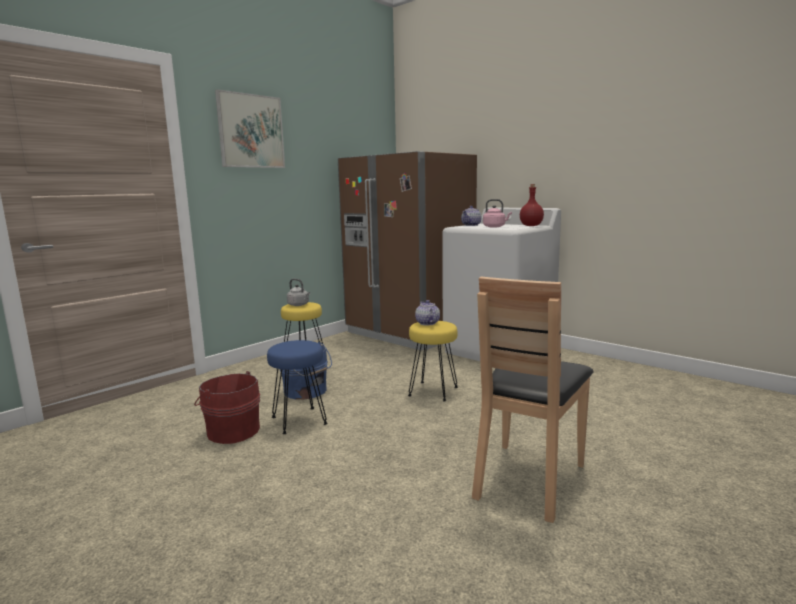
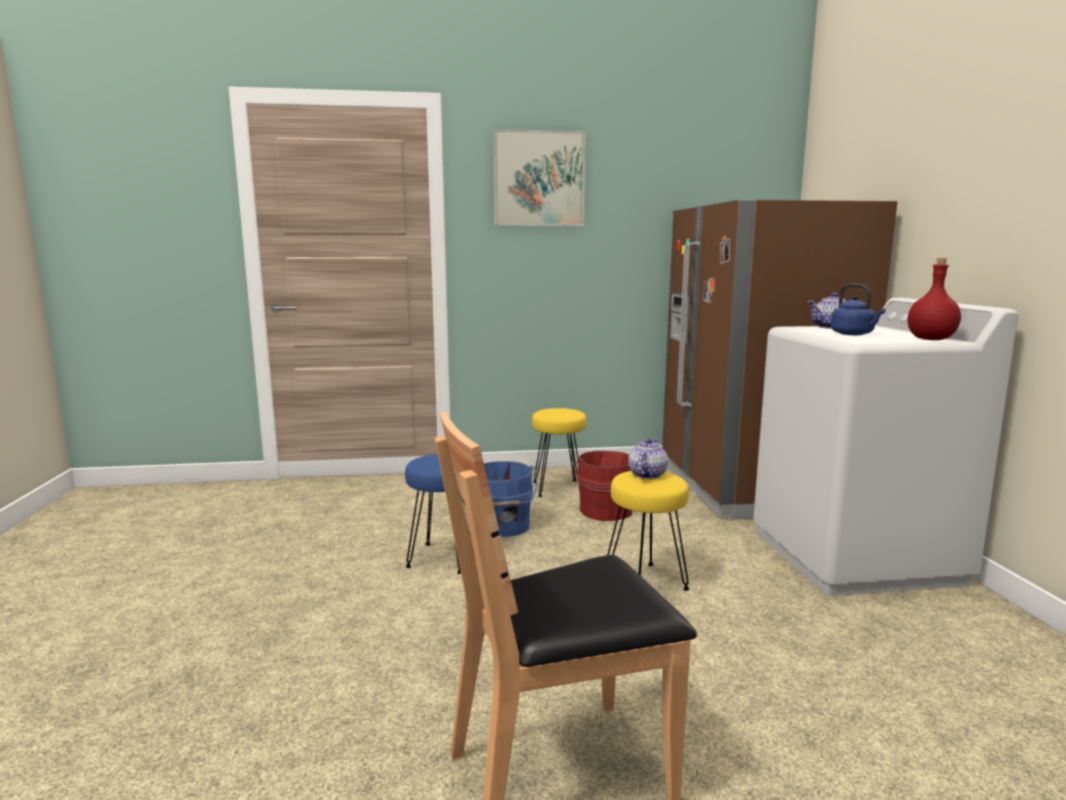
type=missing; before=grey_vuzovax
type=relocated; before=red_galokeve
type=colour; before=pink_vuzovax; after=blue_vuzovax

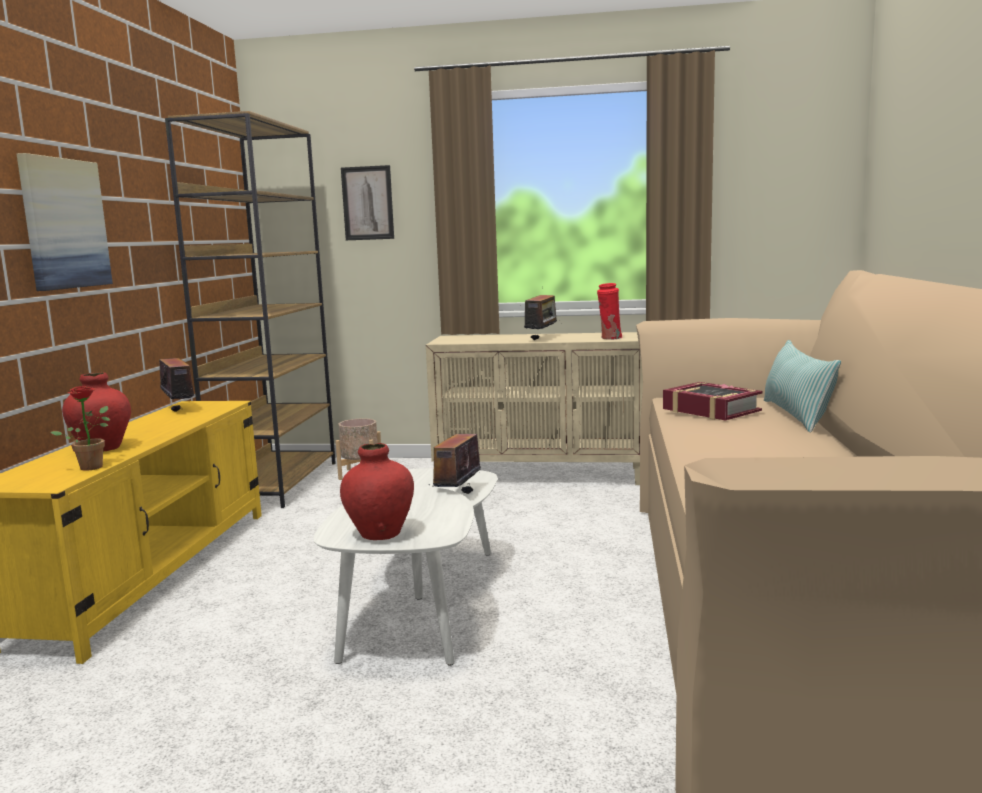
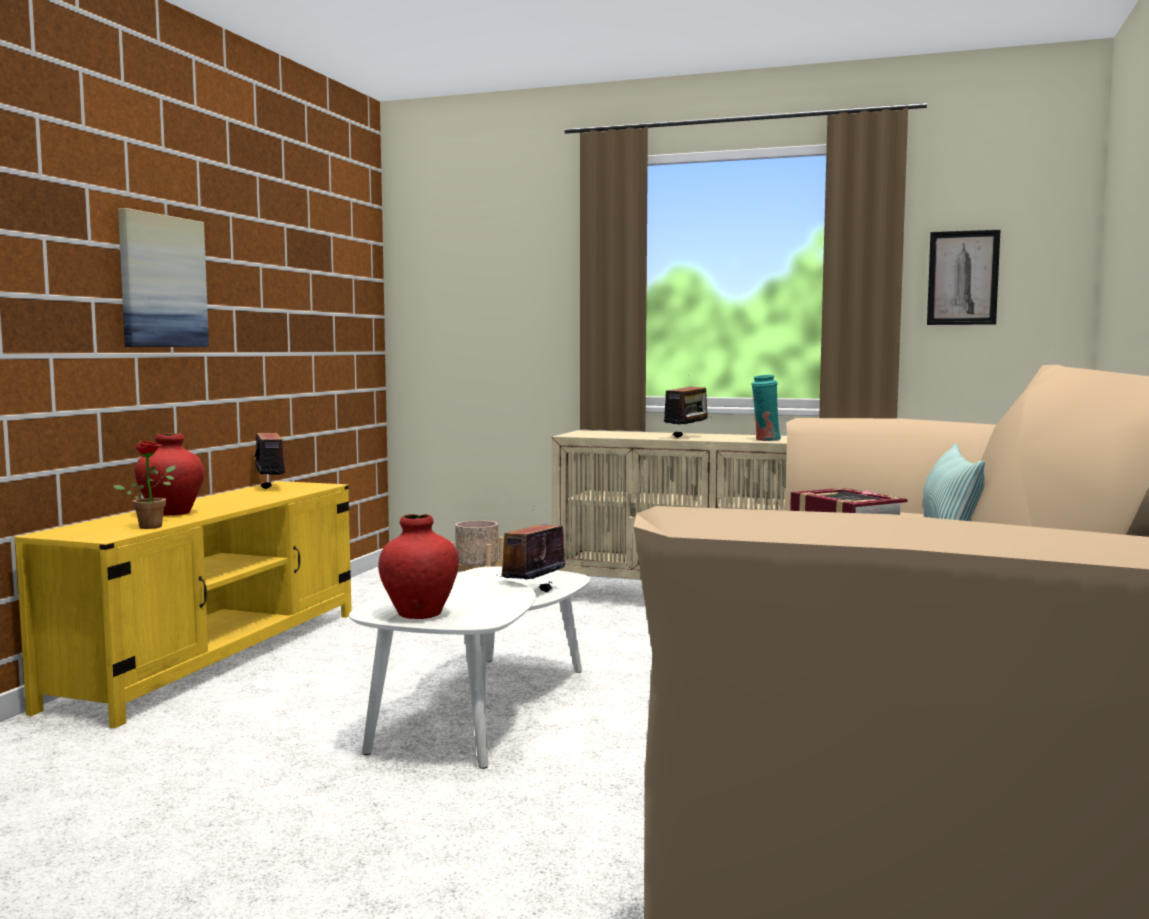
type=missing; before=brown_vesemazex
type=relocated; before=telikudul (no. 2 from left)
type=colour; before=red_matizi (no. 3 from left); after=turquoise_matizi

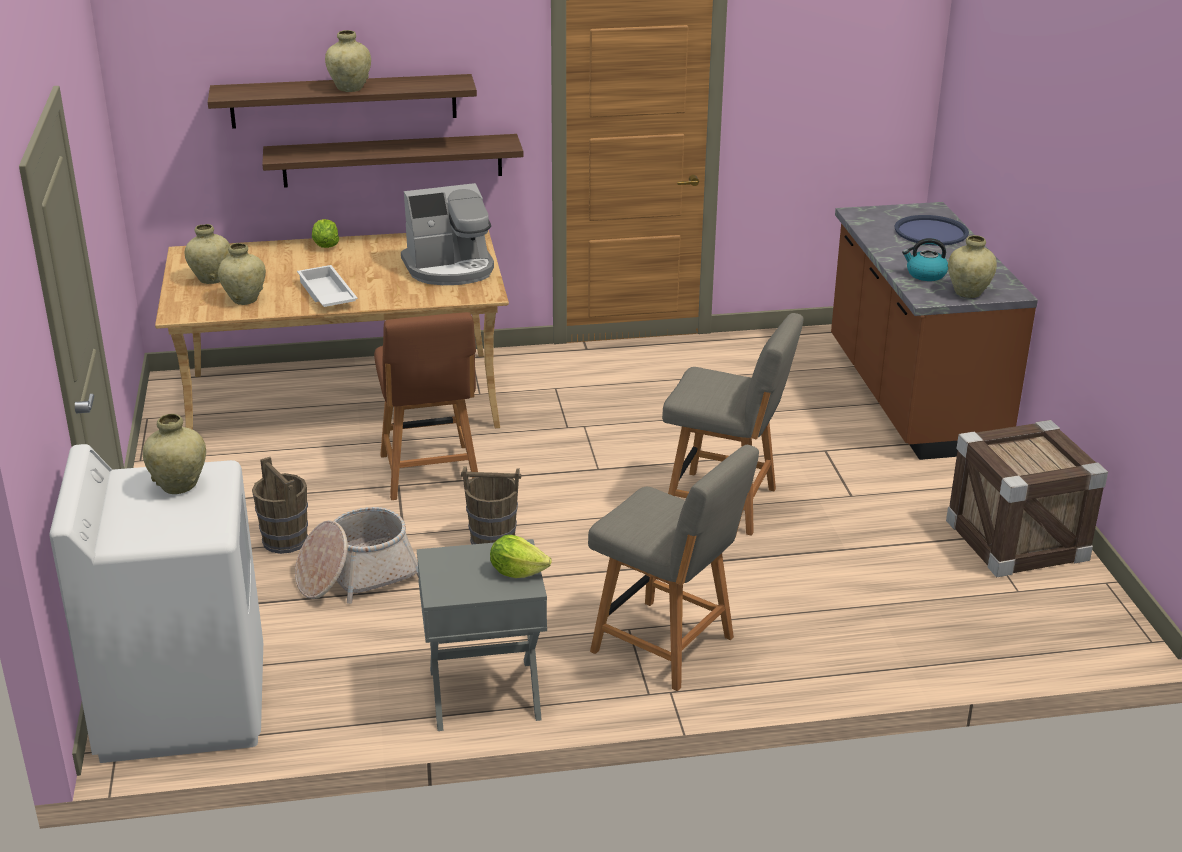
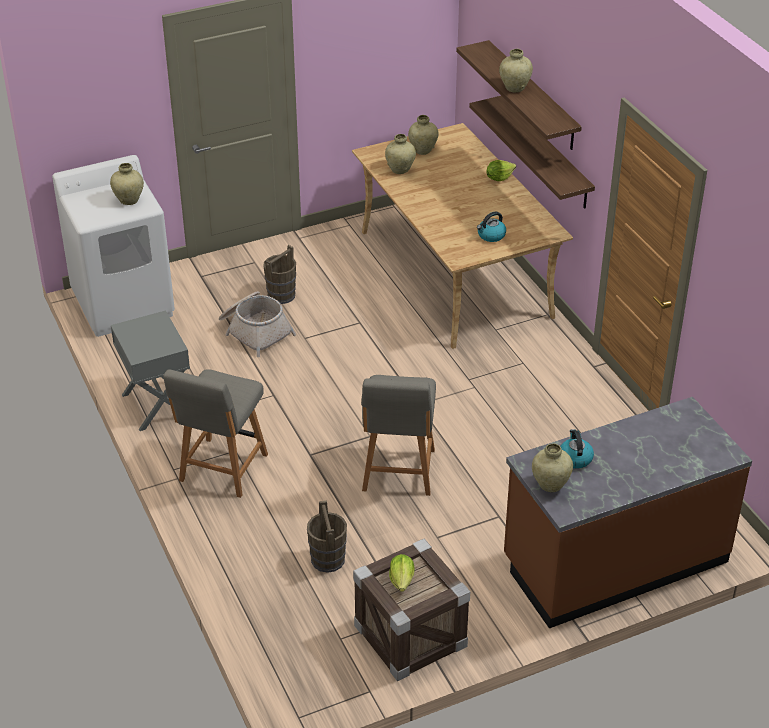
type=missing; before=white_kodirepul
type=missing; before=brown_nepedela
type=missing; before=blue_kodirepul
type=relocated; before=brown_galokeve (no. 2 from left)
type=relocated; before=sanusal (no. 2 from left in the first image); after=sanusal (no. 1 from left)
type=exchanged; before=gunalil; after=vuzovax (no. 1 from left)

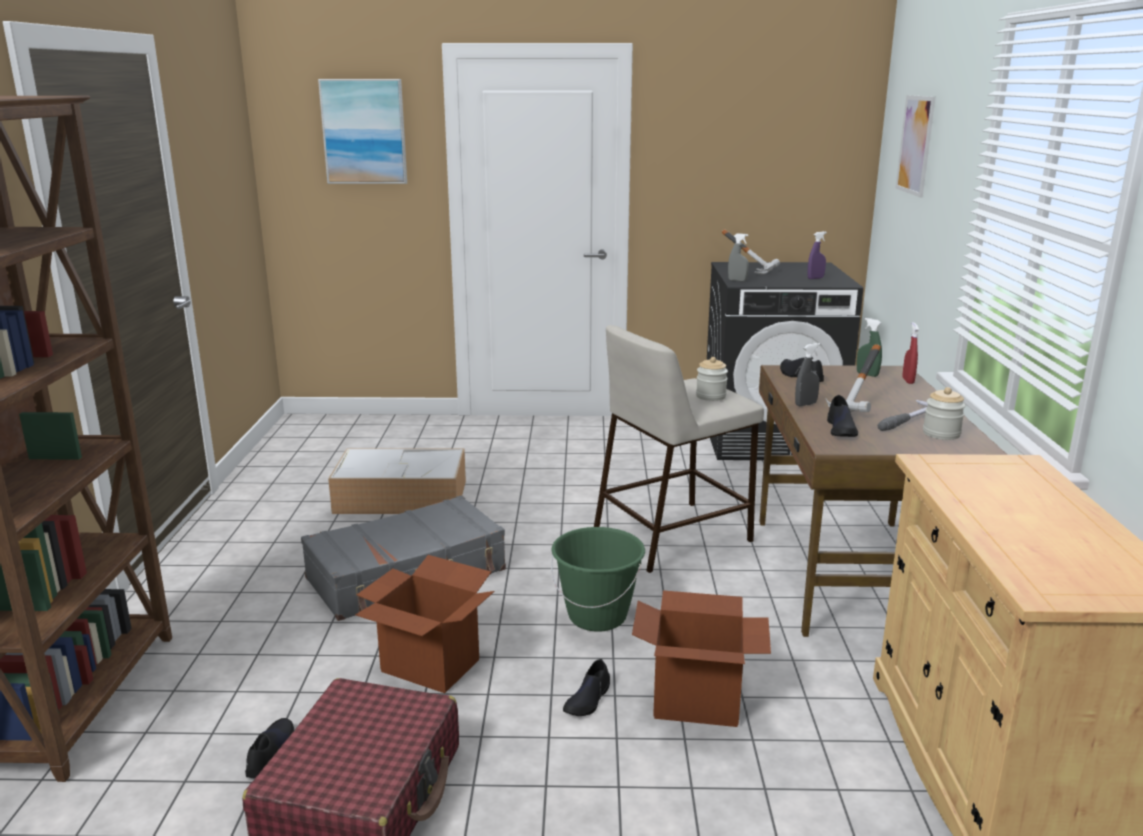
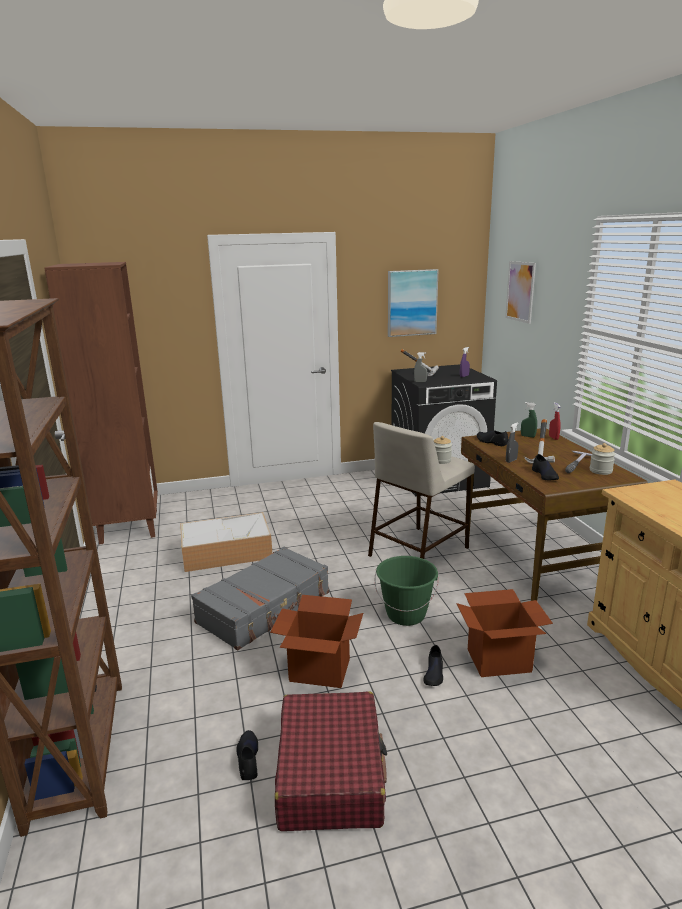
type=appeared; after=brown_vesemazex (no. 2 from left)
type=relocated; before=telikudul (no. 1 from left)

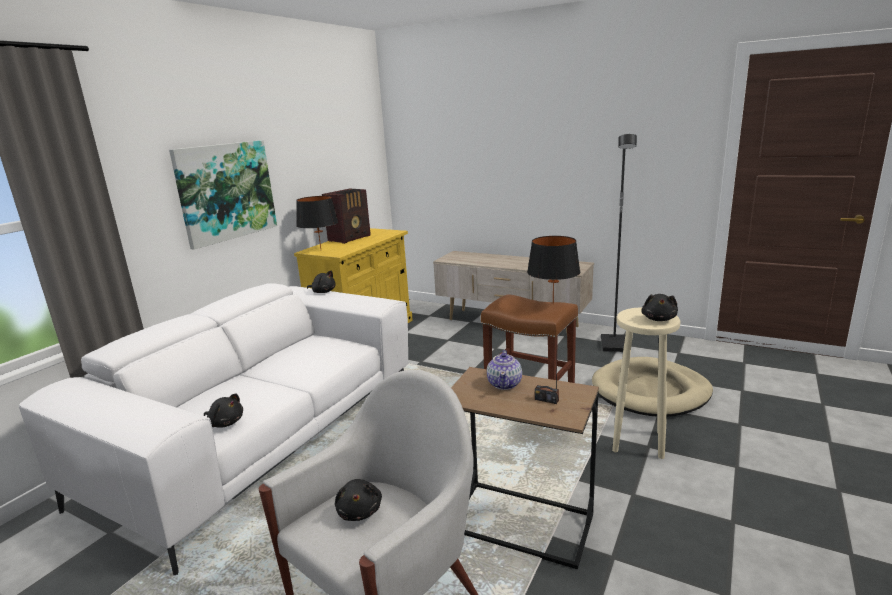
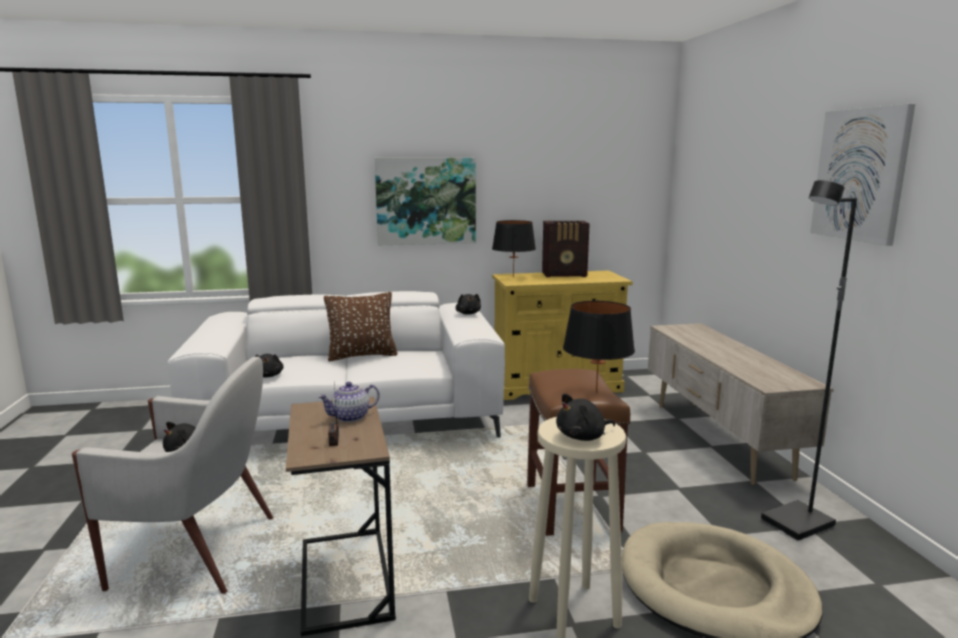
type=appeared; after=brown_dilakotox
type=appeared; after=telikudul (no. 2 from left)

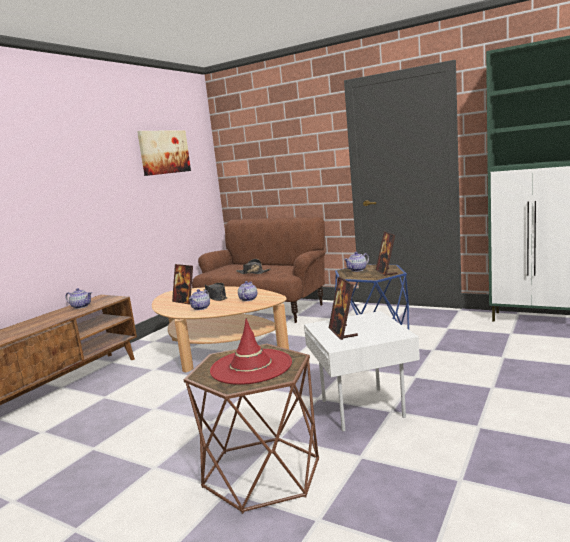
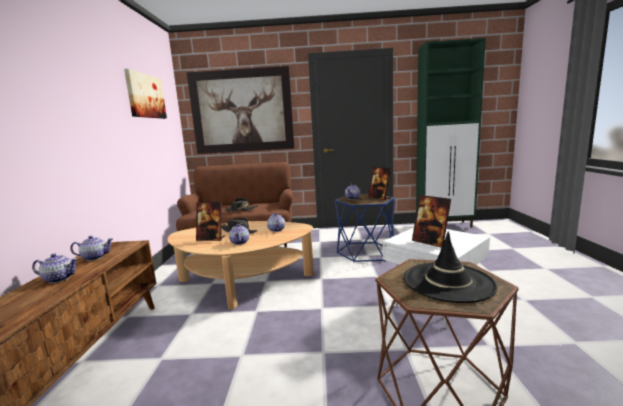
type=appeared; after=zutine (no. 1 from left)
type=appeared; after=telikudul (no. 2 from left)
type=colour; before=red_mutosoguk; after=black_mutosoguk (no. 3 from left)

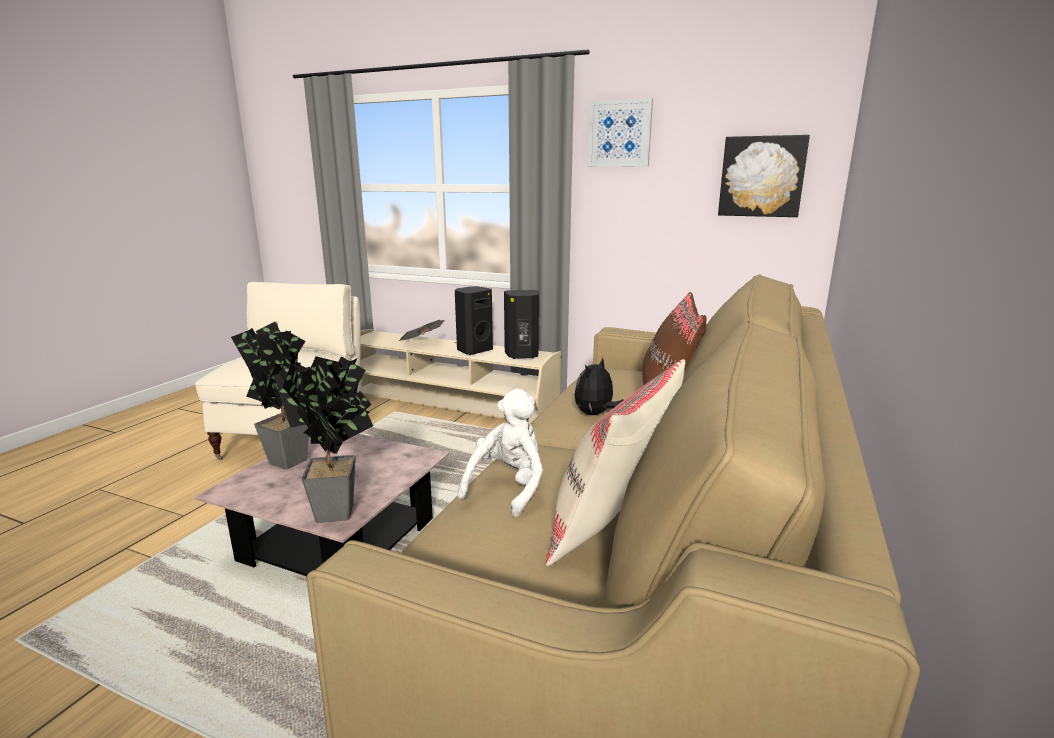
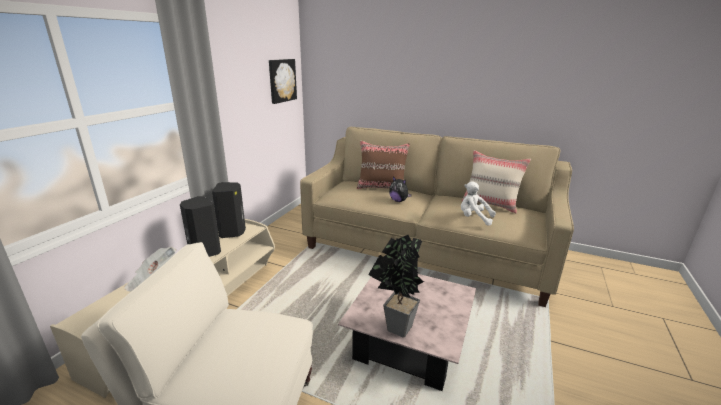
type=missing; before=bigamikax (no. 2 from left)
type=missing; before=telikudul (no. 1 from left)

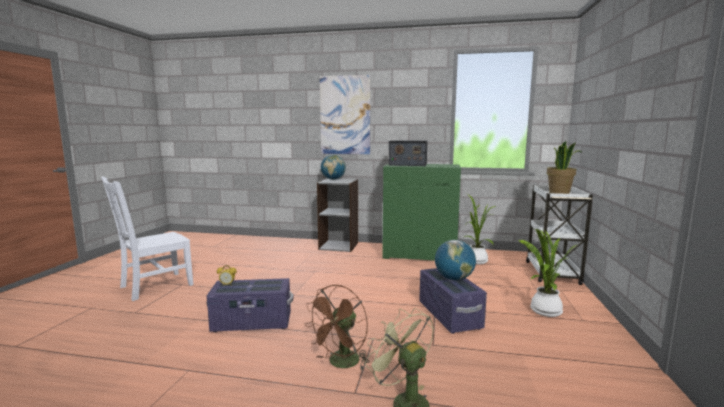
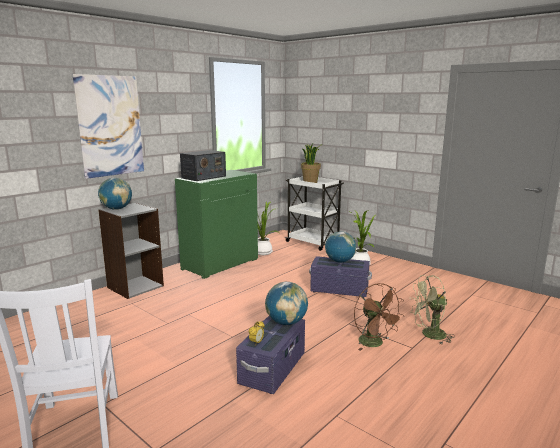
type=appeared; after=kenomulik (no. 2 from left)

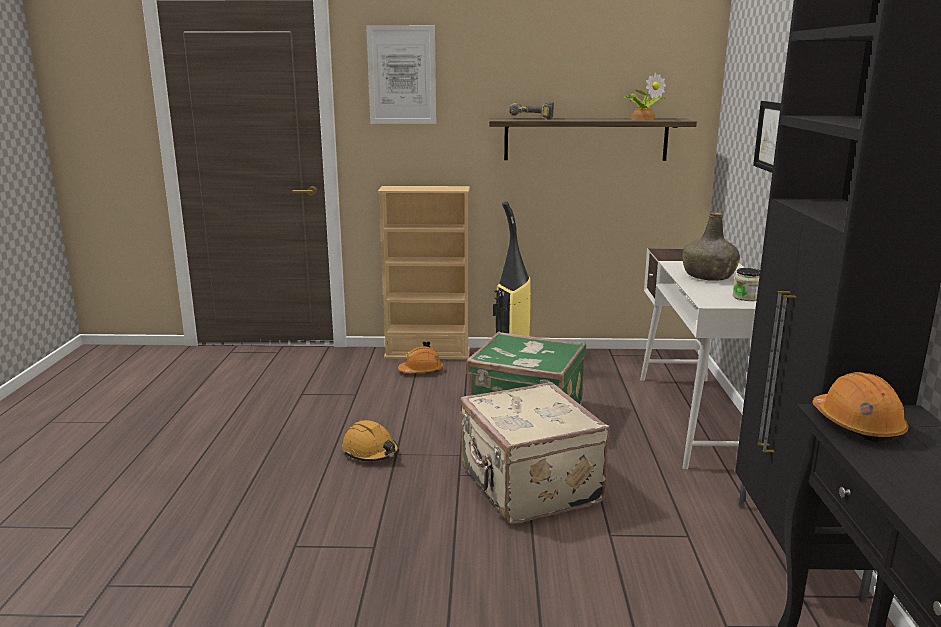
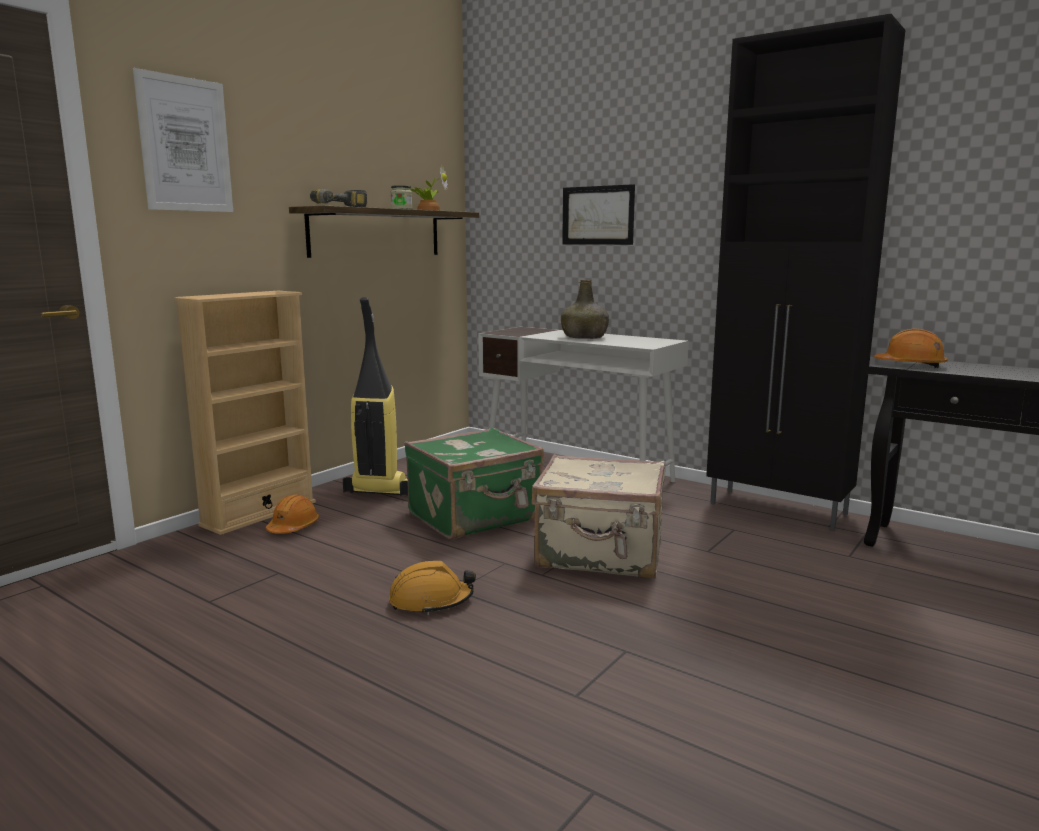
type=relocated; before=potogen

